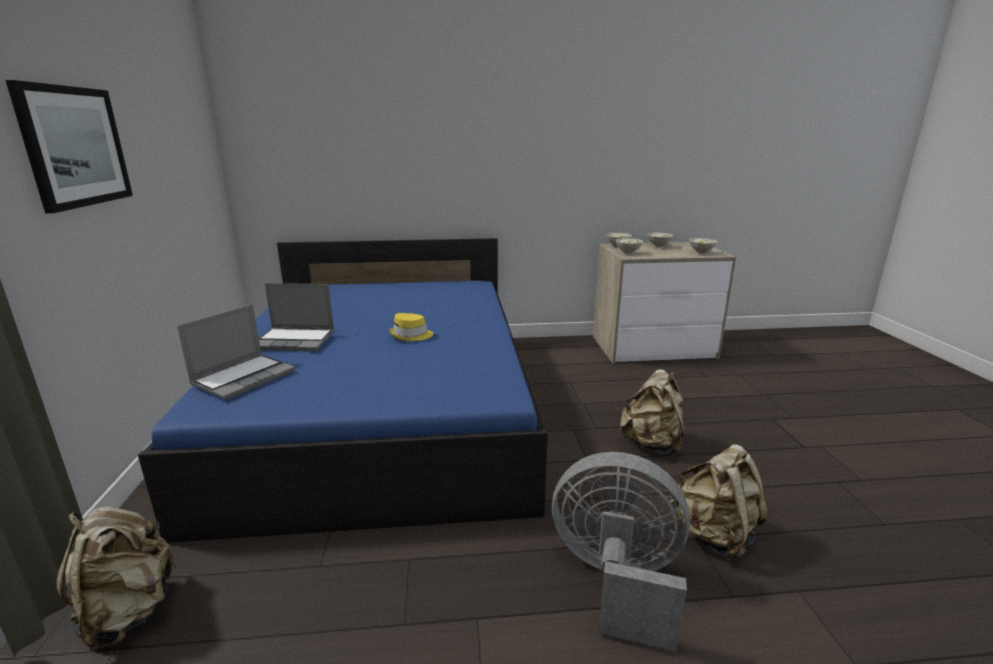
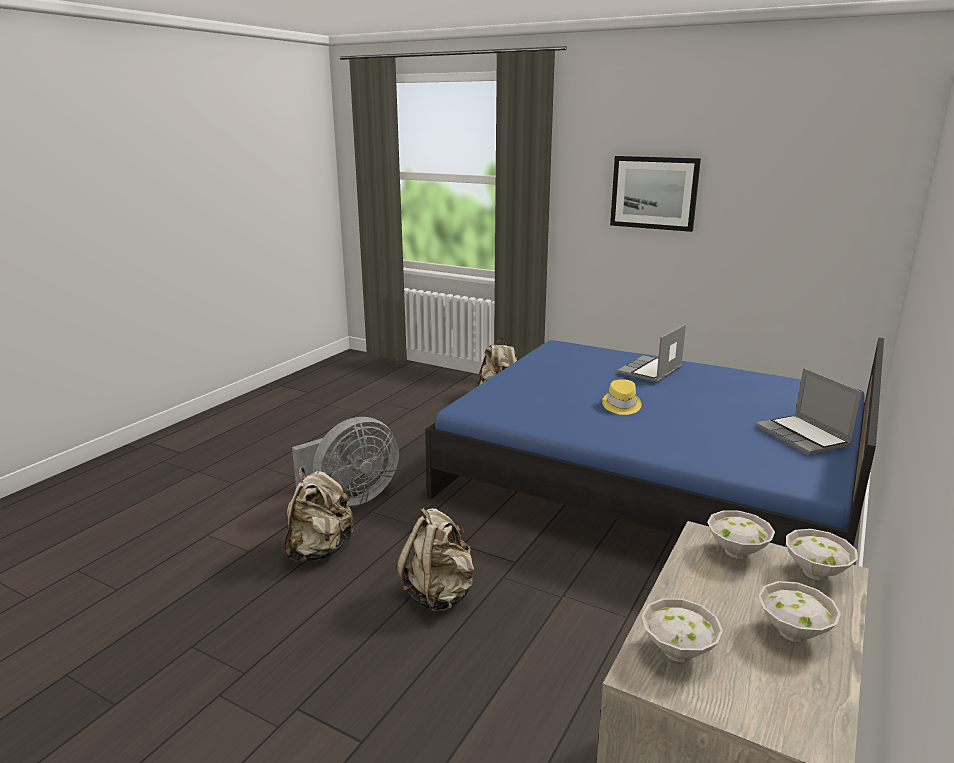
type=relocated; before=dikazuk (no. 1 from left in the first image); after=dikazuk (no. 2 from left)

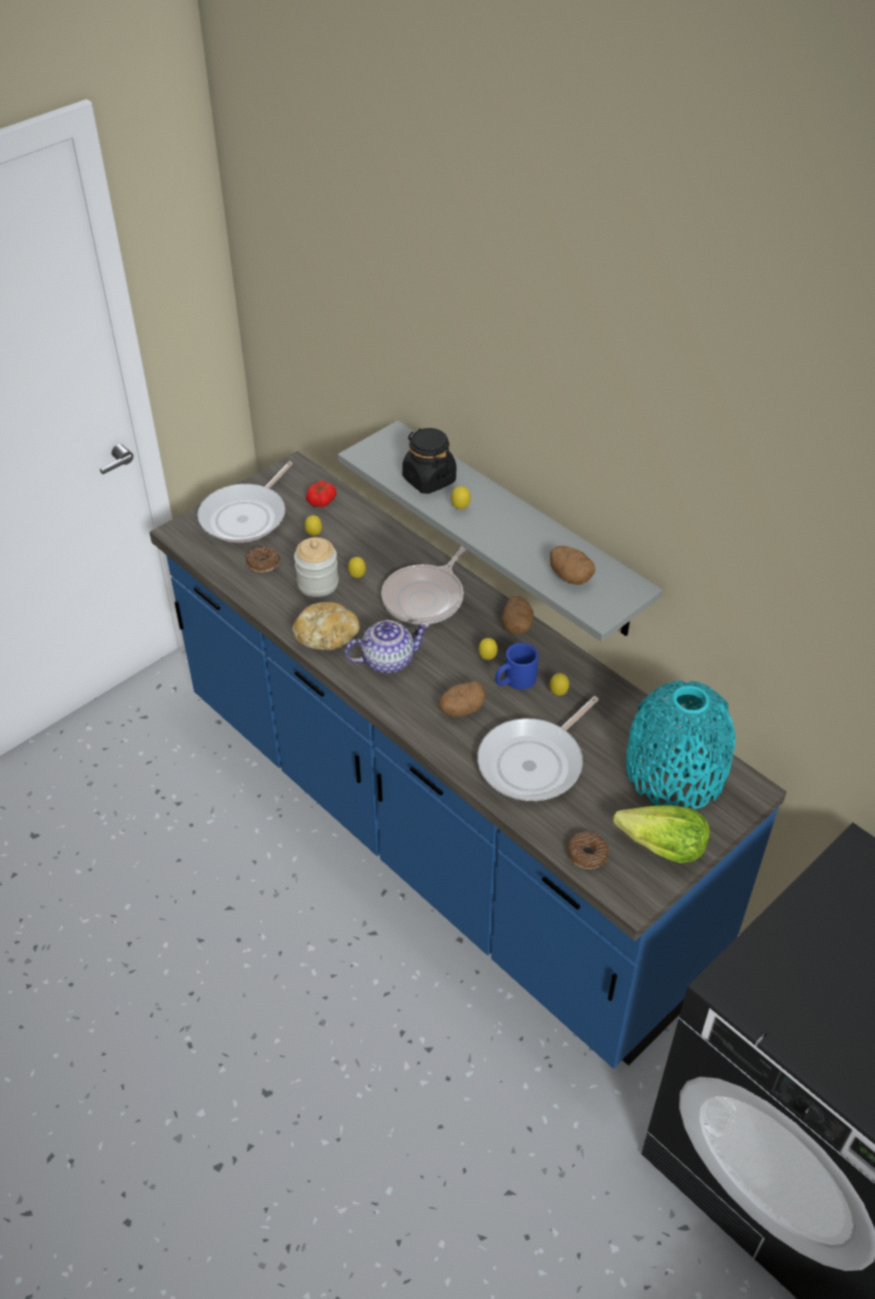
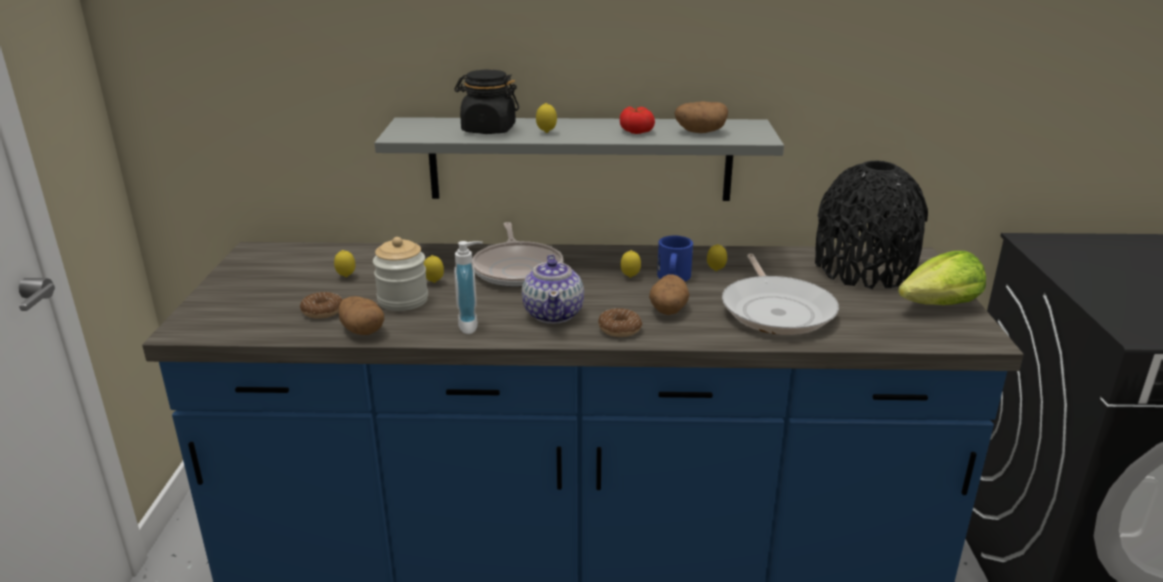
type=missing; before=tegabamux (no. 1 from left)
type=relocated; before=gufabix
type=relocated; before=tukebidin (no. 2 from left in the first image); after=tukebidin (no. 1 from left)
type=relocated; before=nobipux (no. 2 from left)
type=exchanged; before=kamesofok; after=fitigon
type=colour; before=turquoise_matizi; after=black_matizi
type=spun; before=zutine; turn=150

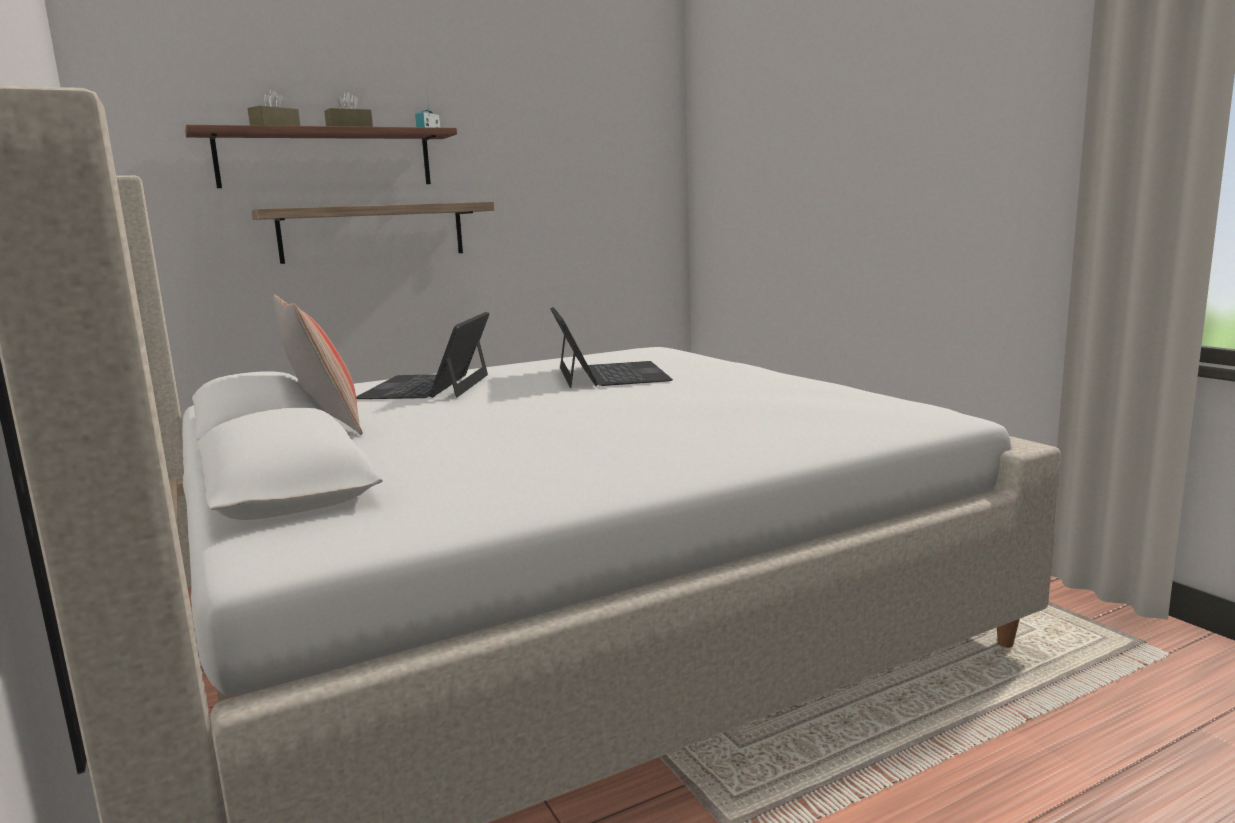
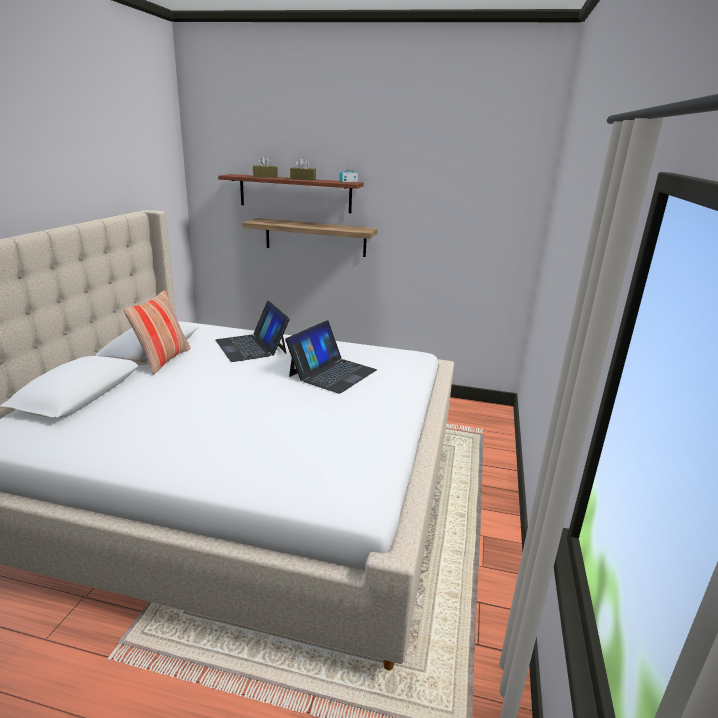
type=spun; before=dikazuk (no. 1 from left); turn=-75

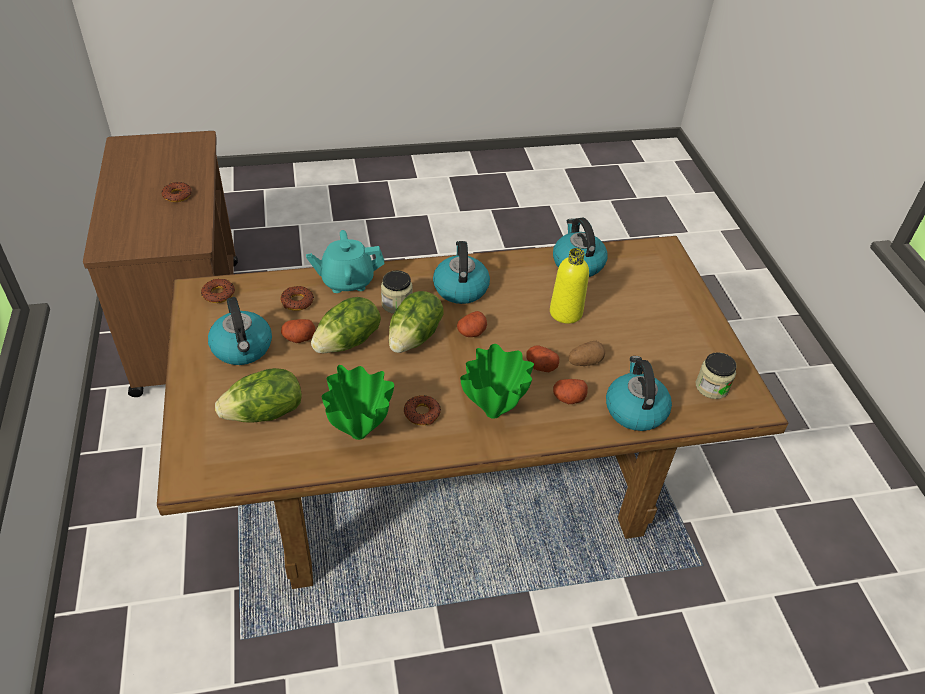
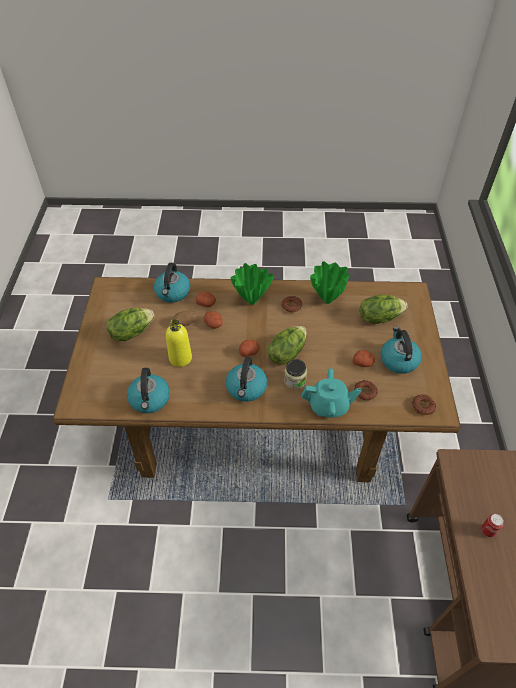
type=missing; before=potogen (no. 2 from left)
type=relocated; before=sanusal (no. 2 from left in the first image); after=sanusal (no. 1 from left)
type=exchanged; before=nobipux (no. 1 from left); after=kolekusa

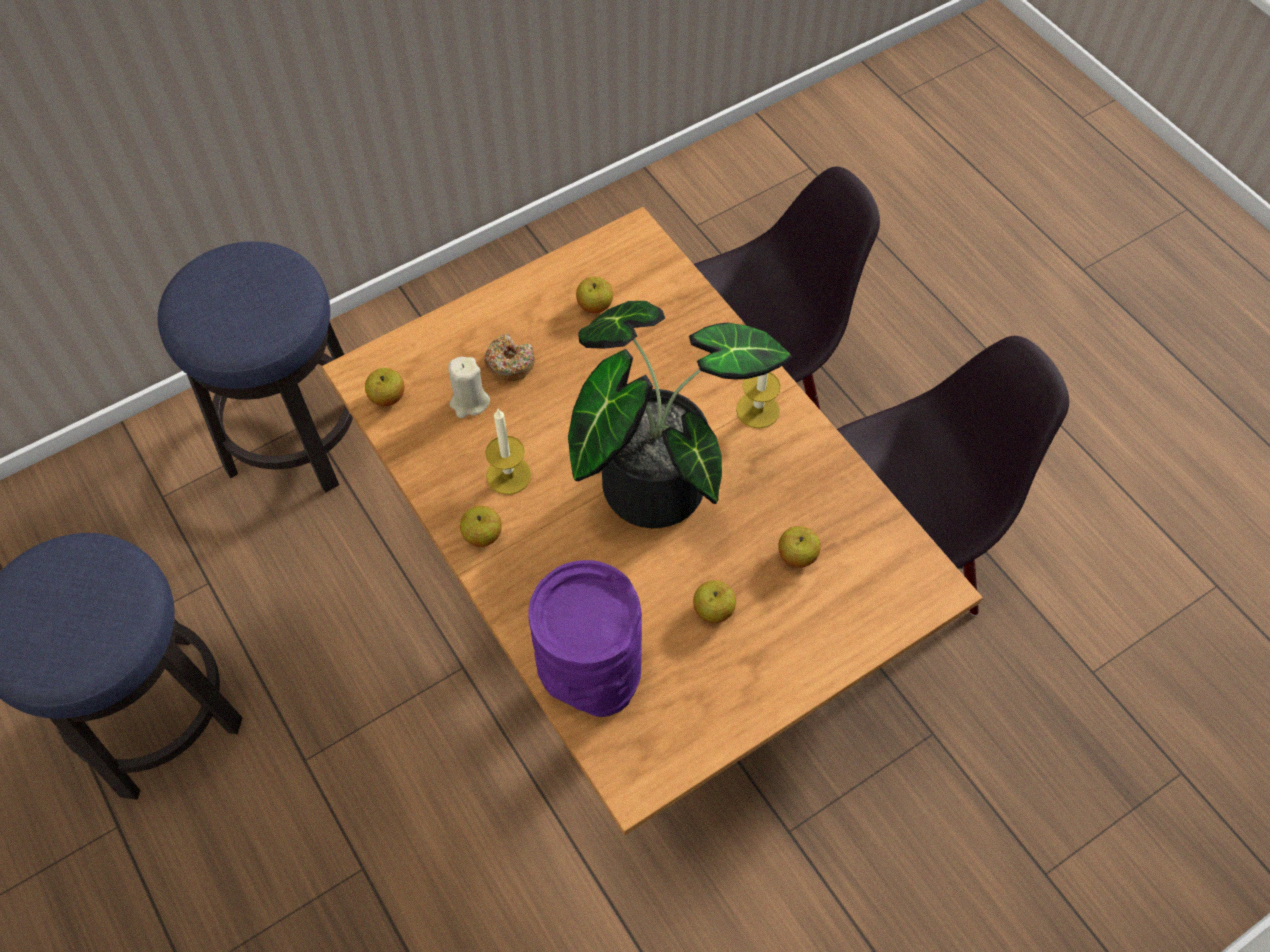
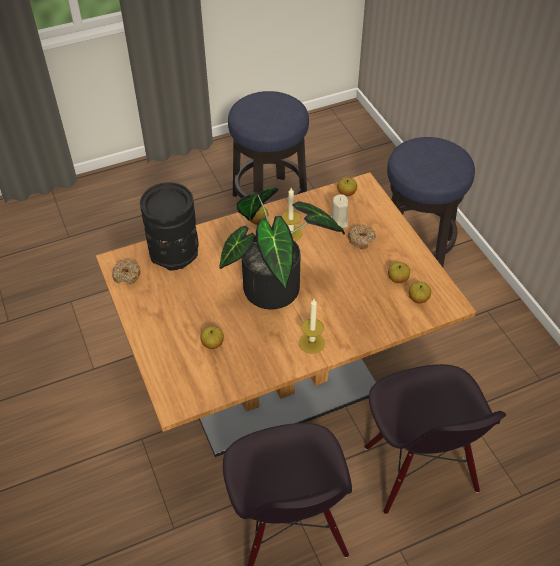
type=appeared; after=nobipux (no. 1 from left)
type=relocated; before=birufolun (no. 4 from left in the first image); after=birufolun (no. 5 from left)
type=colour; before=purple_matizi; after=black_matizi

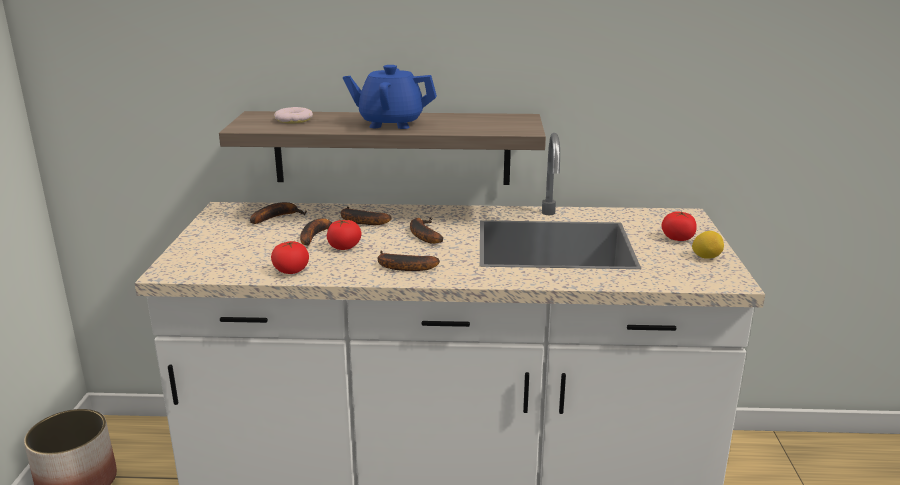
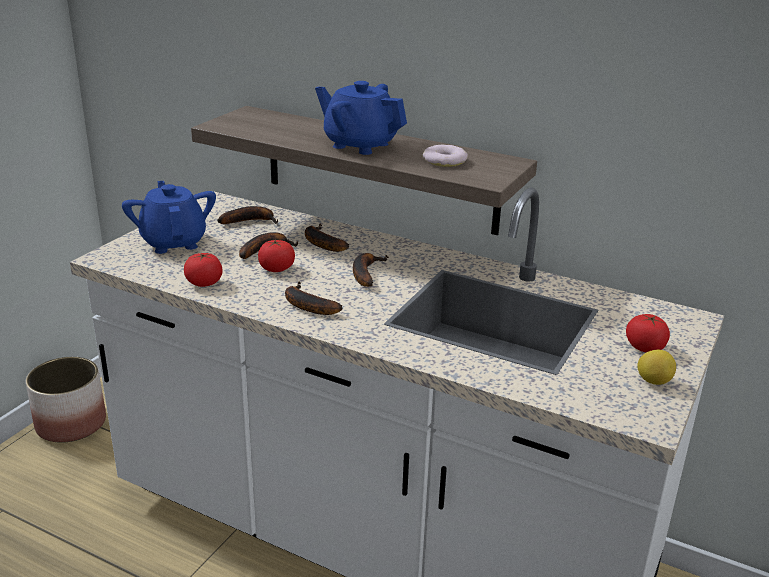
type=appeared; after=blue_zutine (no. 1 from left)
type=relocated; before=nobipux

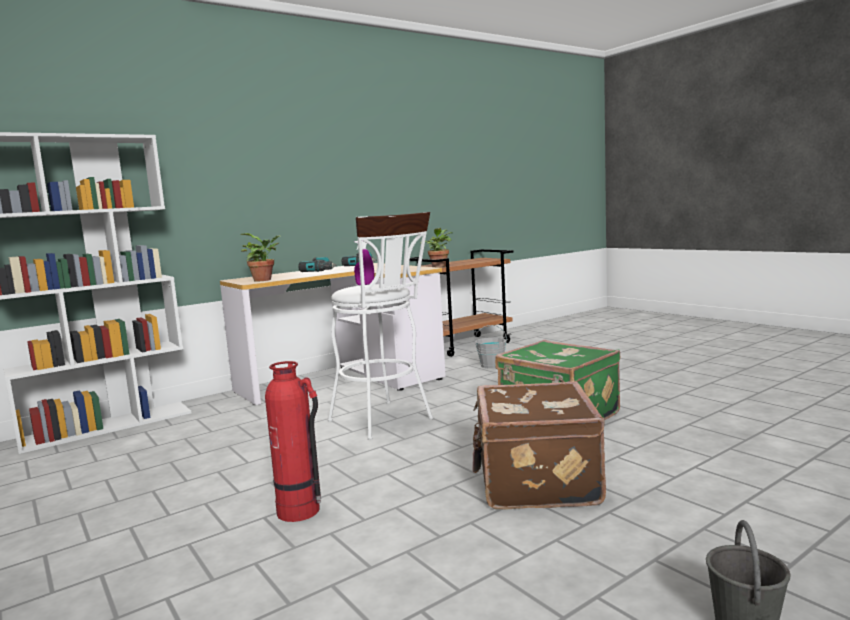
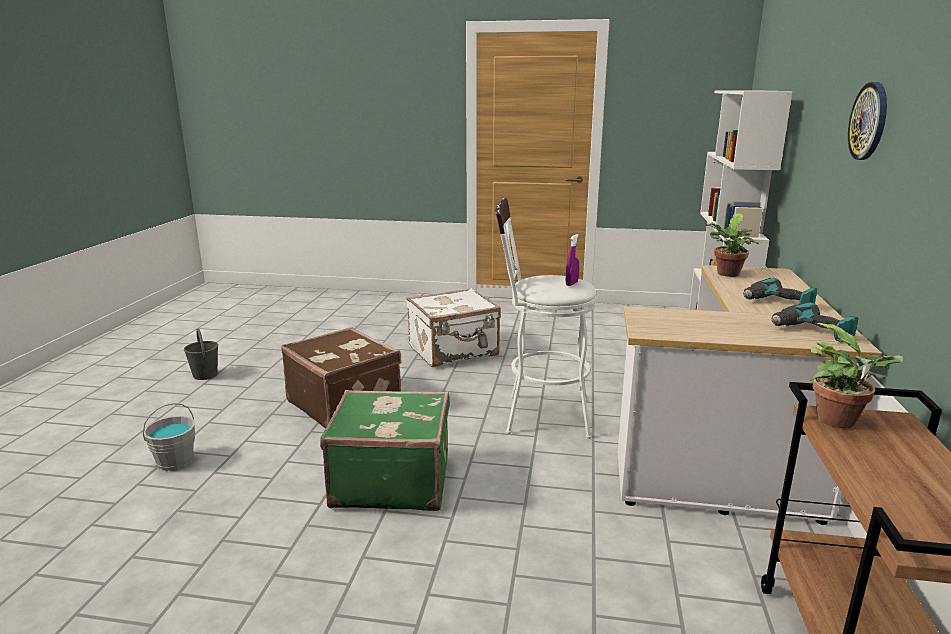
type=appeared; after=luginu
type=relocated; before=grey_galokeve (no. 1 from left)
type=exchanged; before=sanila; after=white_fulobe

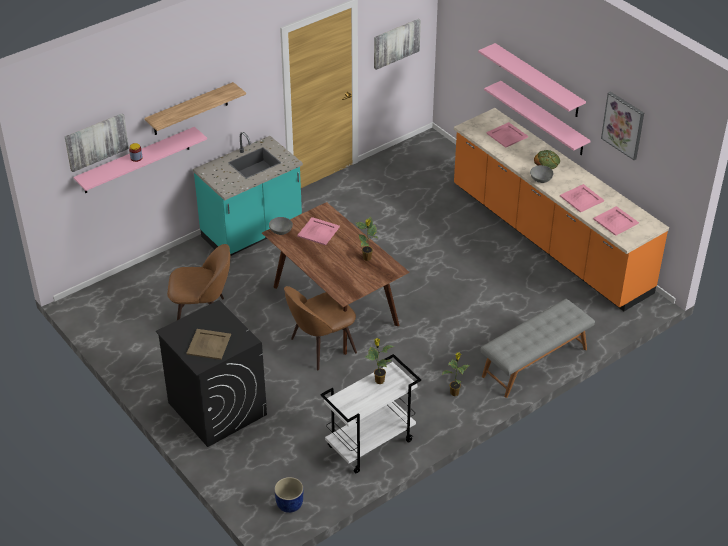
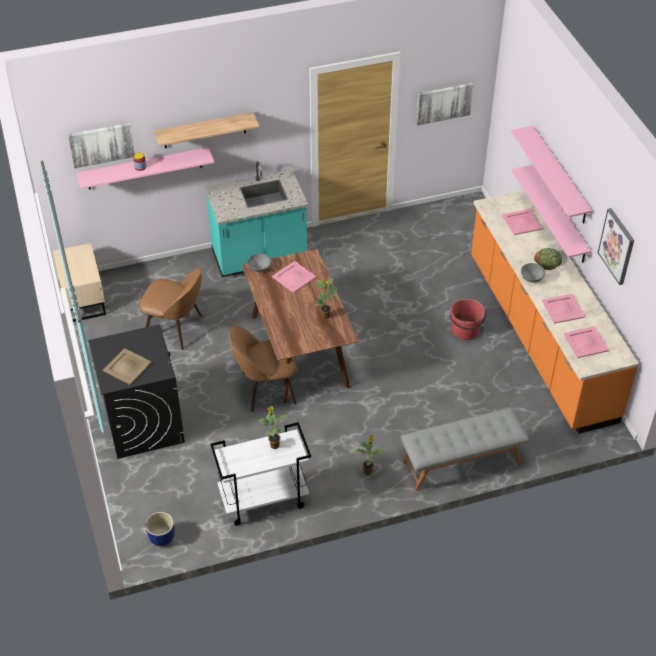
type=appeared; after=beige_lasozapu
type=appeared; after=red_galokeve

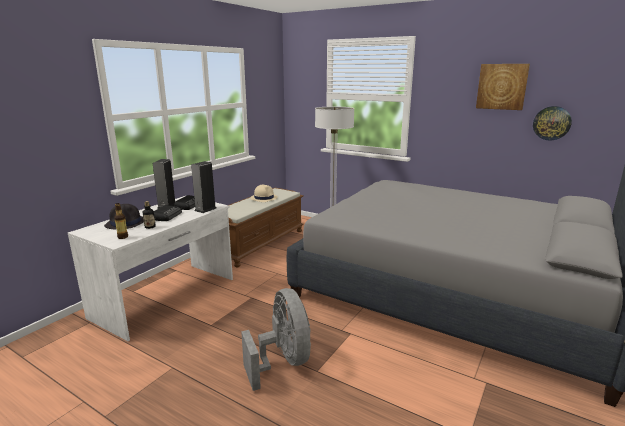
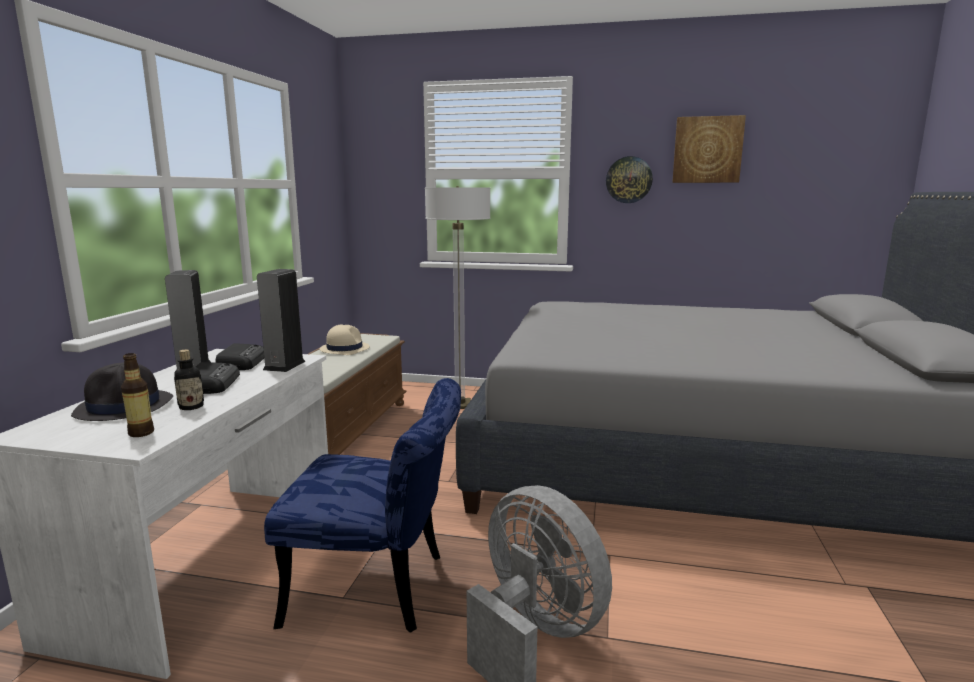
type=appeared; after=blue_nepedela
type=relocated; before=luginu

